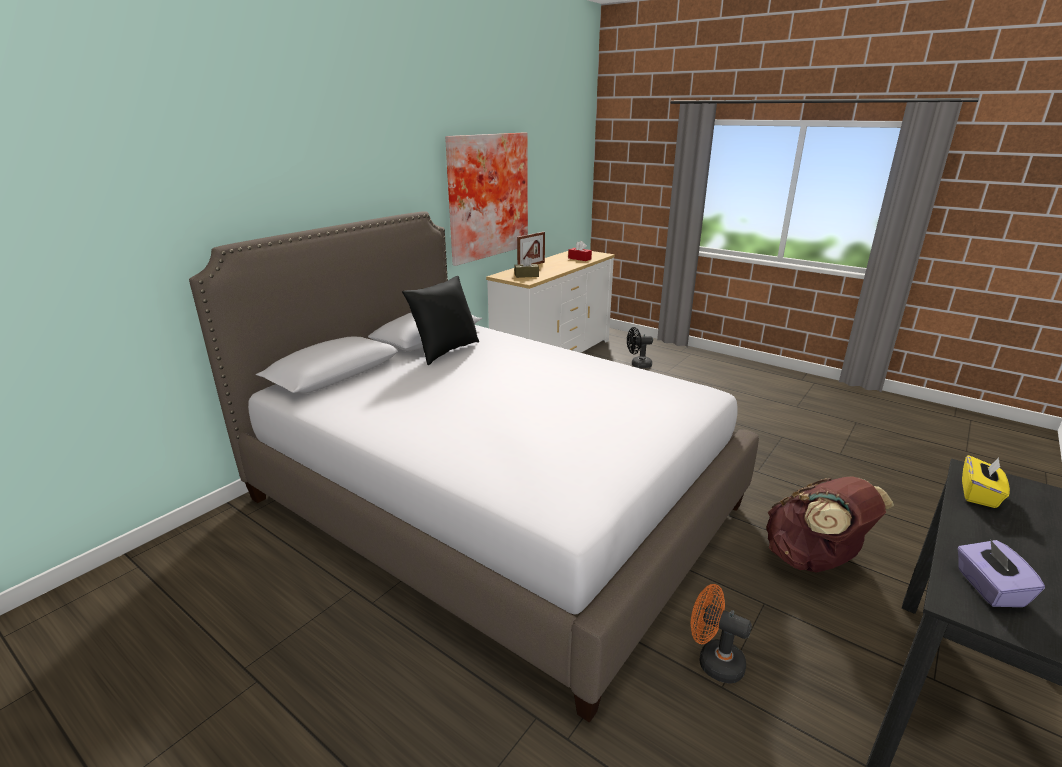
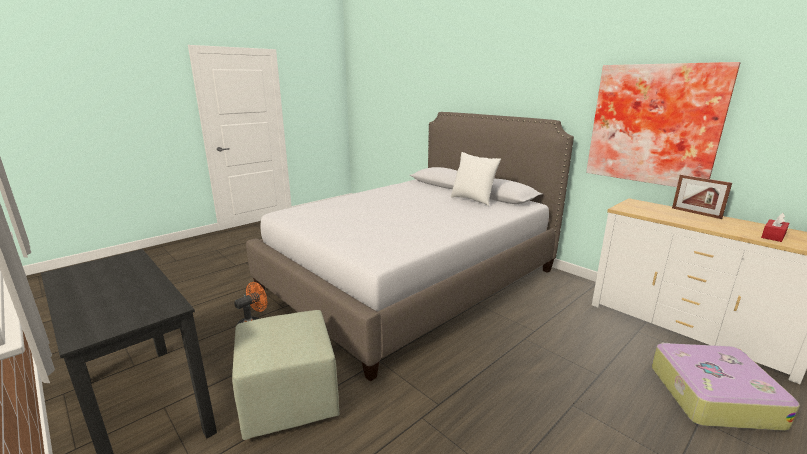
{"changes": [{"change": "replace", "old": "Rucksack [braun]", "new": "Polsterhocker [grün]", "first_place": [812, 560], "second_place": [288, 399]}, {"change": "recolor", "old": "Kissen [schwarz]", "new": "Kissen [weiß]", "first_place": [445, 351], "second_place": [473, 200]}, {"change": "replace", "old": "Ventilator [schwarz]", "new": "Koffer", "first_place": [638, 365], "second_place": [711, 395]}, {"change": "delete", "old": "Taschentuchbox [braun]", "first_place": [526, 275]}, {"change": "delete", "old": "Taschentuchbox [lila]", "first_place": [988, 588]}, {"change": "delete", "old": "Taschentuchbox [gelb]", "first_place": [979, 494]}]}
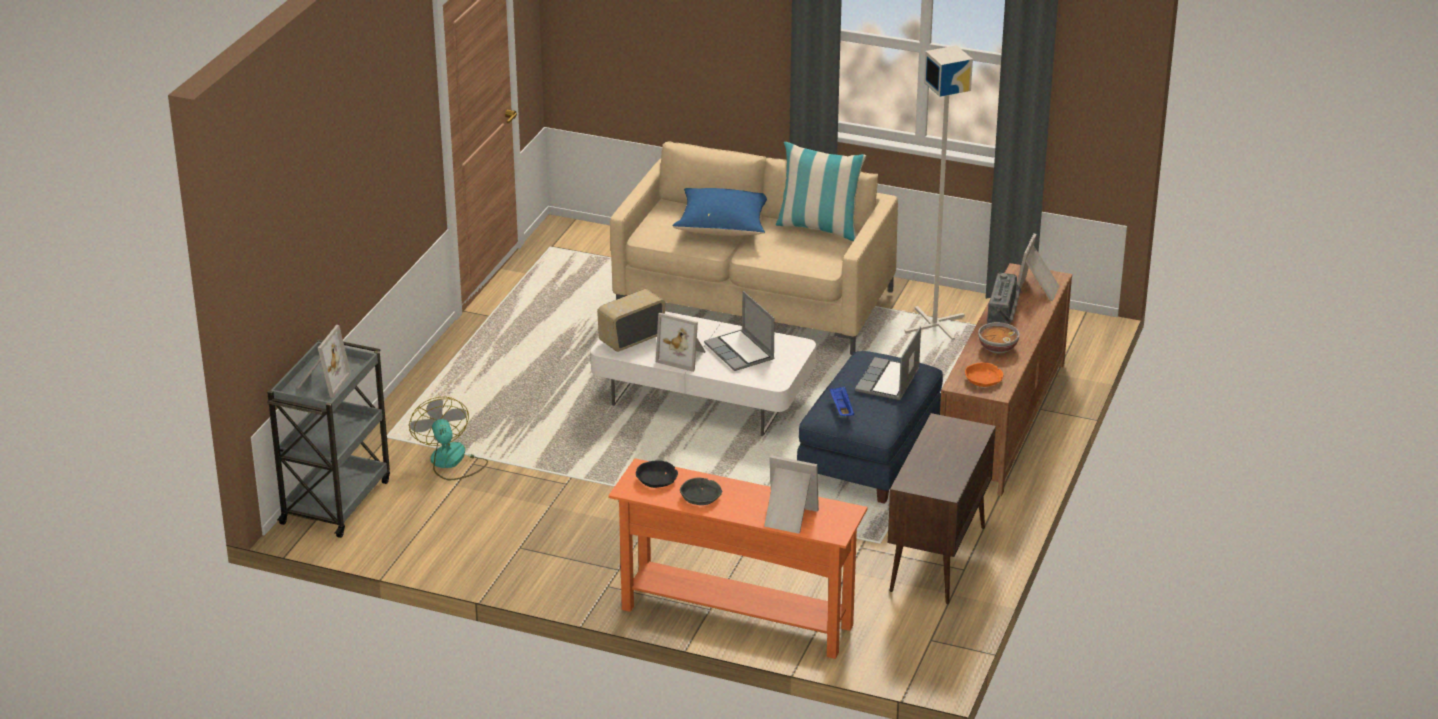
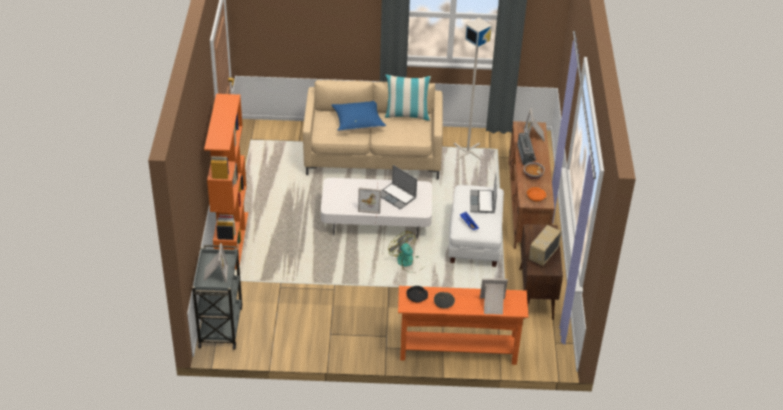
{"changes": [{"change": "insert", "new": "Bücherregal [orange]", "second_place": [231, 240]}, {"change": "move", "old": "Ventilator", "first_place": [451, 462], "second_place": [408, 262]}, {"change": "recolor", "old": "Polsterhocker [blau]", "new": "Polsterhocker [weiß]", "first_place": [869, 457], "second_place": [474, 240]}, {"change": "move", "old": "Radio", "first_place": [631, 339], "second_place": [543, 254]}]}
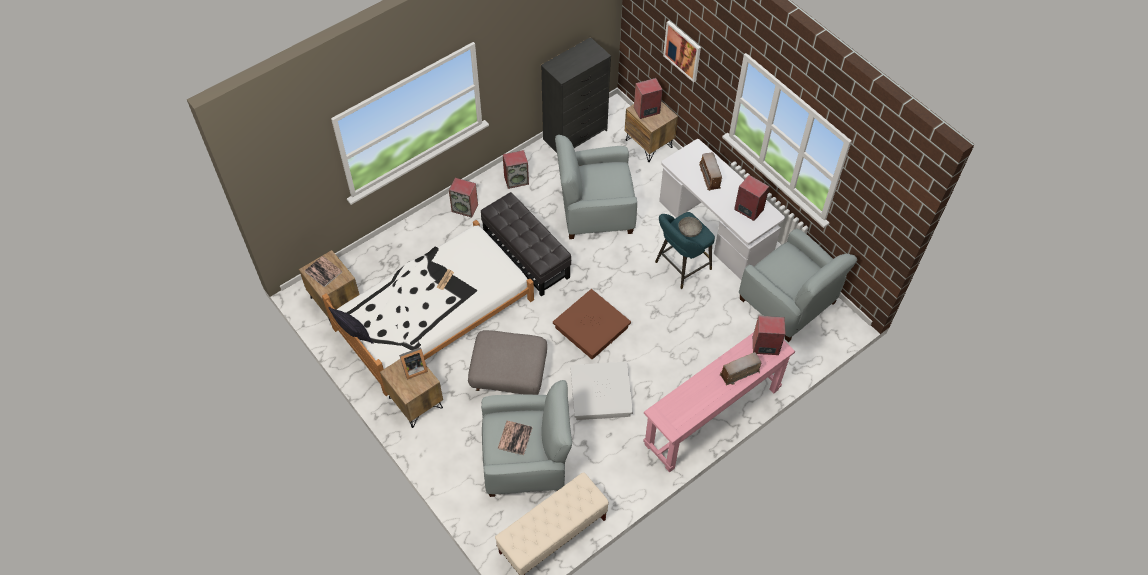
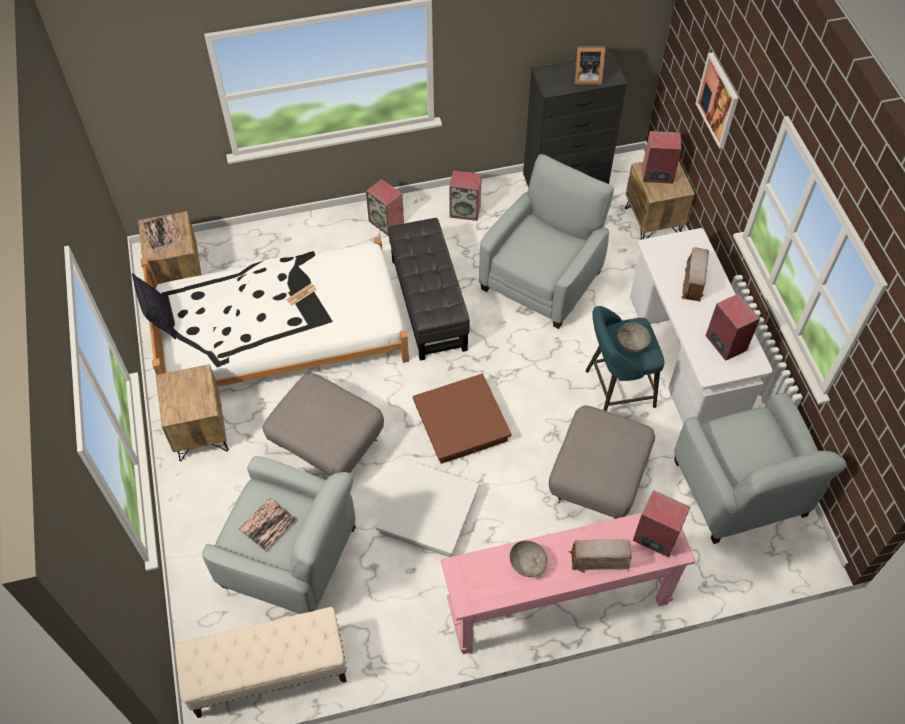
{"changes": [{"change": "rotate", "old": "Sessel [grau]", "first_place": [595, 210], "second_place": [542, 279], "degrees": 105}, {"change": "insert", "new": "Schüssel [grau]", "second_place": [527, 563]}, {"change": "insert", "new": "Polsterhocker [grau]", "second_place": [597, 478]}, {"change": "move", "old": "Bilderrahmen", "first_place": [413, 369], "second_place": [586, 77]}]}
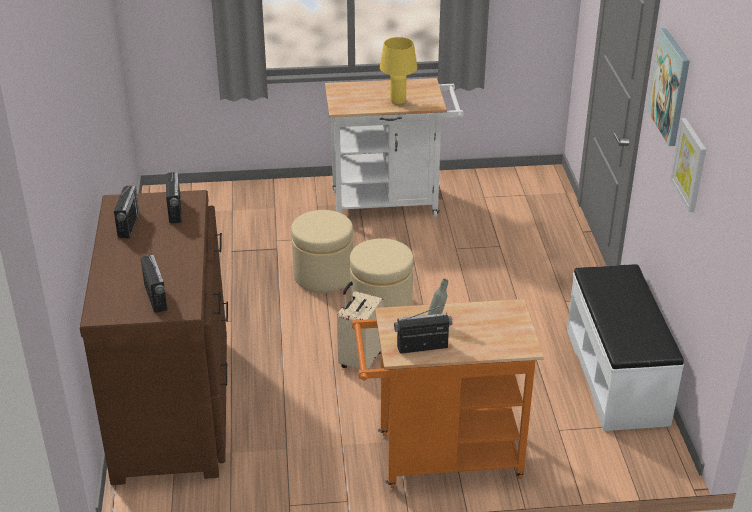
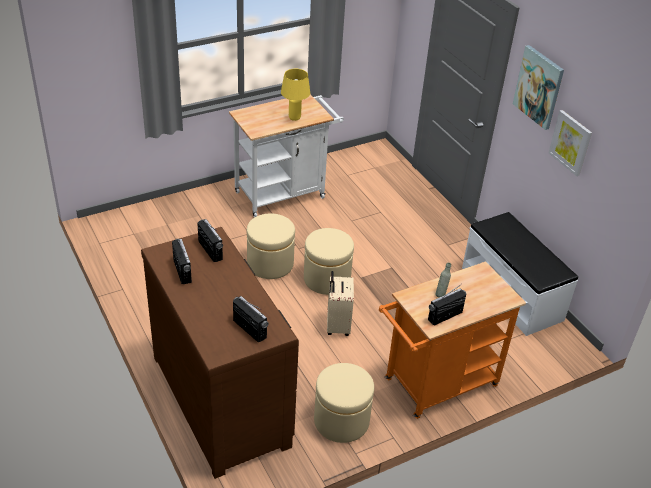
{"changes": [{"change": "insert", "new": "Polsterhocker [beige]", "second_place": [341, 421]}]}
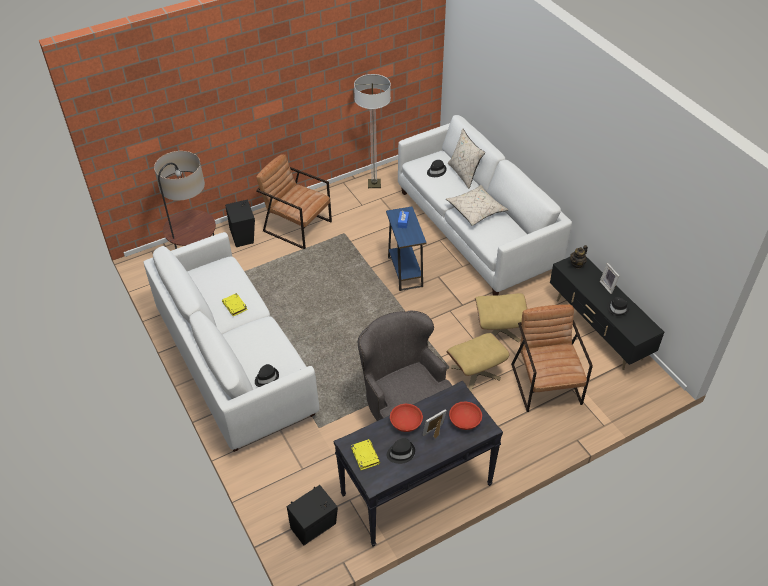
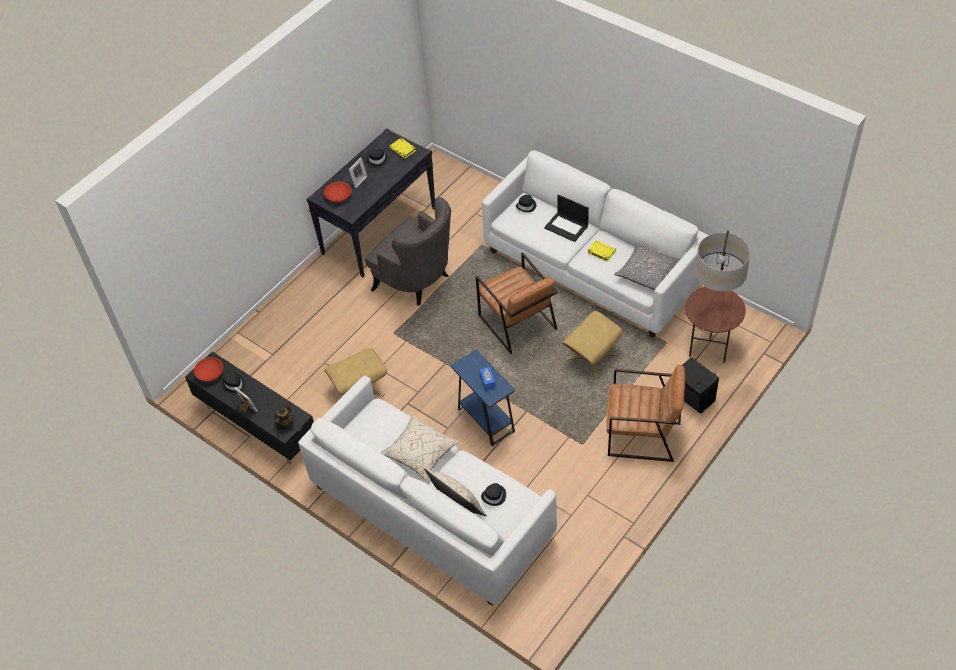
{"changes": [{"change": "move", "old": "Schüssel [rot]", "first_place": [406, 422], "second_place": [210, 373]}, {"change": "move", "old": "Sessel [braun]", "first_place": [546, 383], "second_place": [517, 323]}, {"change": "insert", "new": "Laptop", "second_place": [567, 227]}, {"change": "move", "old": "Polsterhocker [beige]", "first_place": [475, 373], "second_place": [591, 356]}, {"change": "insert", "new": "Kissen [grau]", "second_place": [648, 273]}, {"change": "delete", "old": "Lautsprecher [schwarz]", "first_place": [315, 527]}, {"change": "delete", "old": "Stehlampe", "first_place": [374, 184]}]}
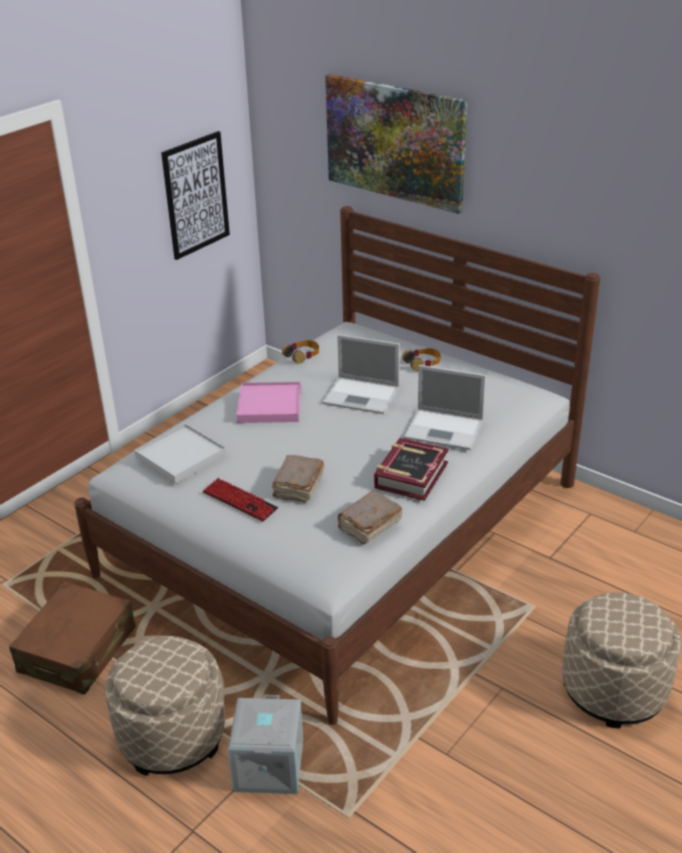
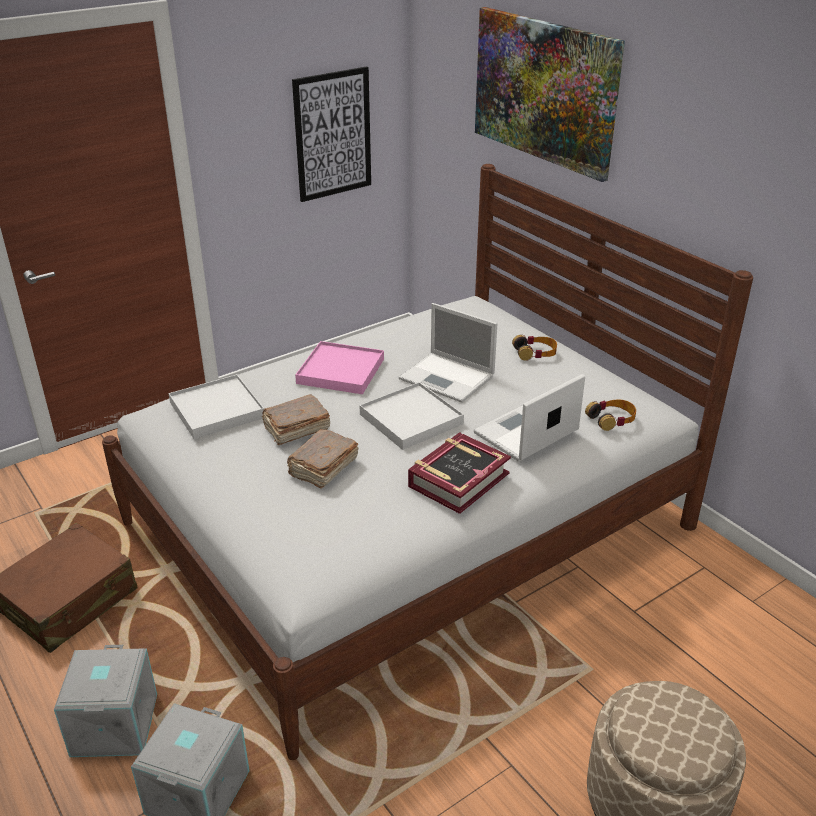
{"changes": [{"change": "replace", "old": "Polsterhocker [beige]", "new": "Aufbewahrungsbox [grau]", "first_place": [172, 735], "second_place": [113, 724]}, {"change": "move", "old": "Buch [braun]", "first_place": [369, 526], "second_place": [296, 429]}, {"change": "insert", "new": "Tablett [weiß]", "second_place": [411, 419]}, {"change": "rotate", "old": "Laptop", "first_place": [445, 430], "second_place": [525, 433], "degrees": 105}, {"change": "move", "old": "Kopfhörer", "first_place": [302, 355], "second_place": [611, 419]}, {"change": "delete", "old": "Tastatur", "first_place": [240, 501]}]}
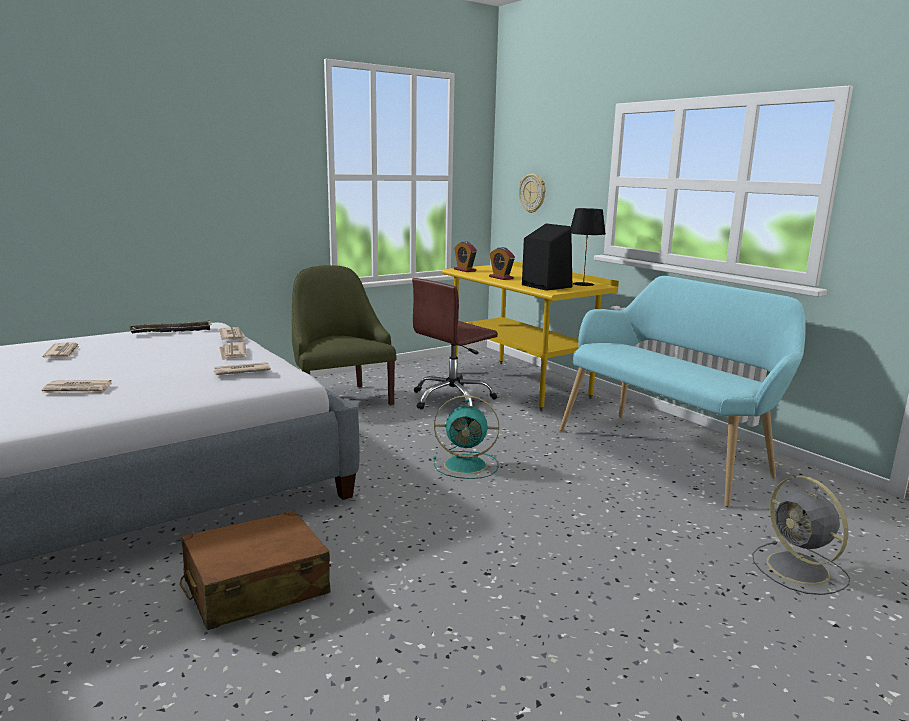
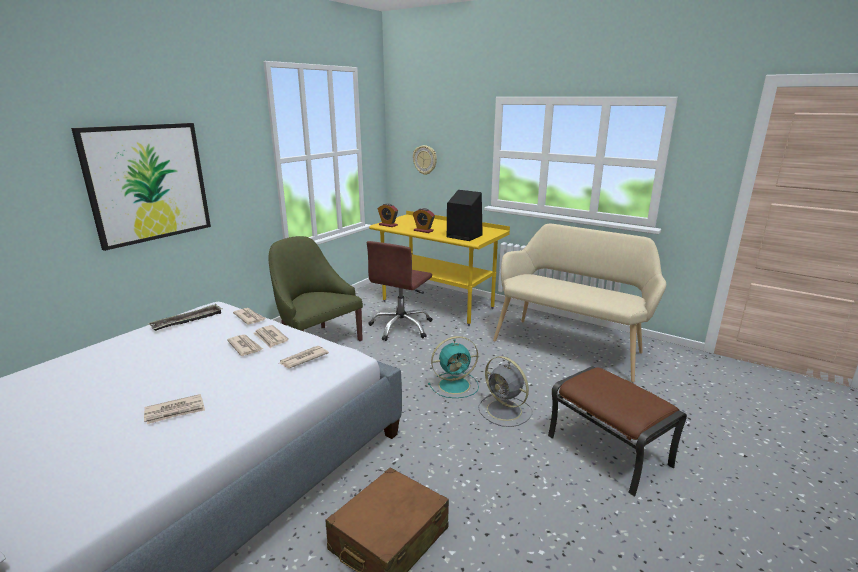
{"changes": [{"change": "insert", "new": "Bild", "second_place": [148, 183]}, {"change": "move", "old": "Zeitung", "first_place": [63, 353], "second_place": [245, 346]}, {"change": "move", "old": "Ventilator [grau]", "first_place": [800, 570], "second_place": [505, 411]}, {"change": "recolor", "old": "Bank [türkis]", "new": "Bank [beige]", "first_place": [669, 452], "second_place": [571, 345]}, {"change": "insert", "new": "Polsterhocker [braun]", "second_place": [609, 451]}, {"change": "delete", "old": "Tischlampe [schwarz]", "first_place": [583, 284]}]}
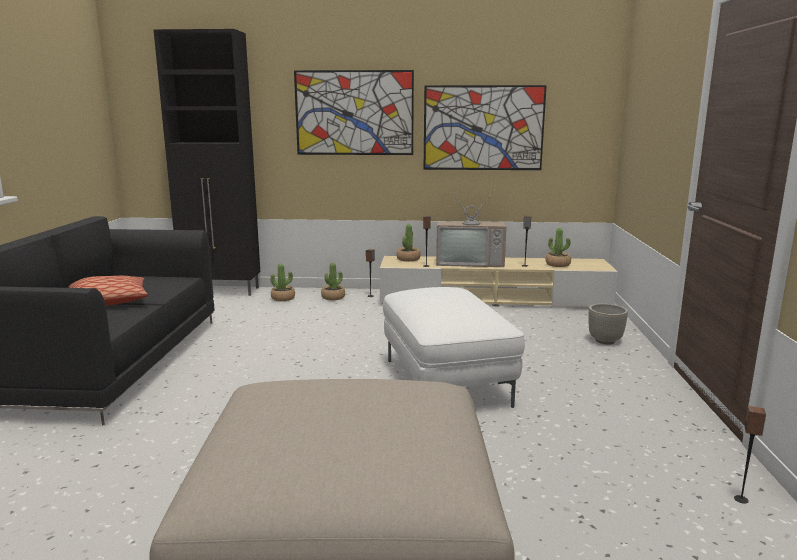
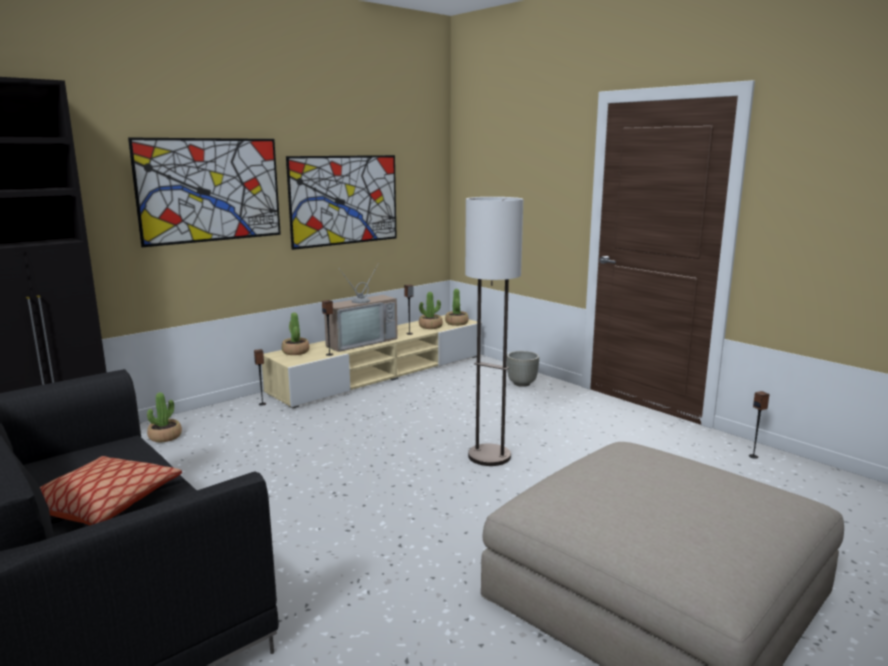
{"changes": [{"change": "move", "old": "Topfpflanze", "first_place": [333, 297], "second_place": [456, 323]}, {"change": "replace", "old": "Polsterhocker [weiß]", "new": "Stehlampe", "first_place": [447, 382], "second_place": [489, 456]}]}
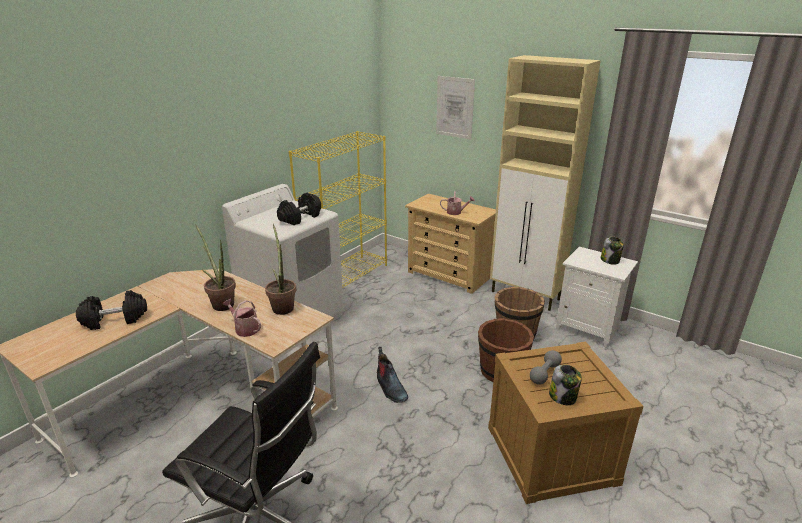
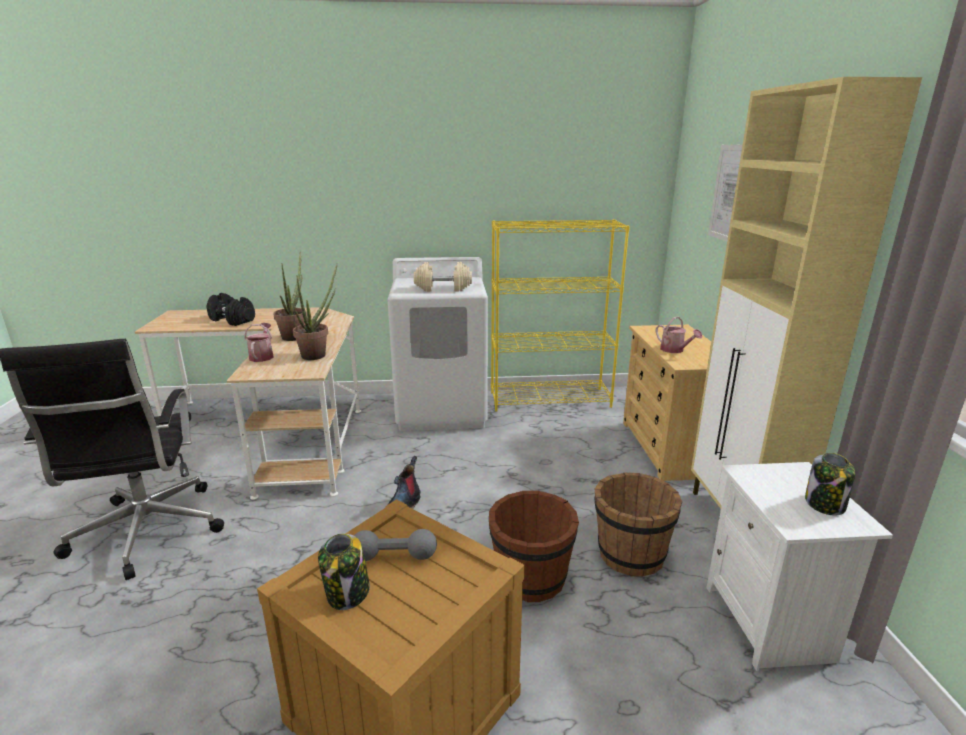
{"changes": [{"change": "recolor", "old": "Hantel [schwarz]", "new": "Hantel [beige]", "first_place": [300, 218], "second_place": [443, 288]}]}
